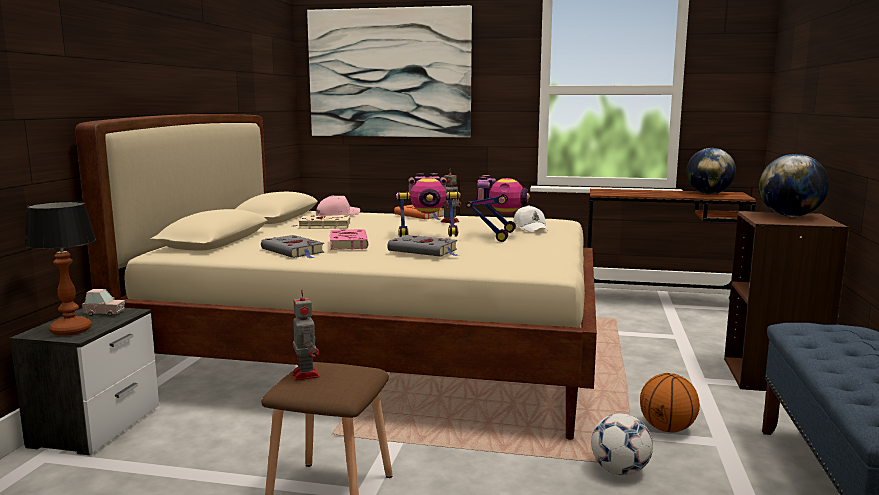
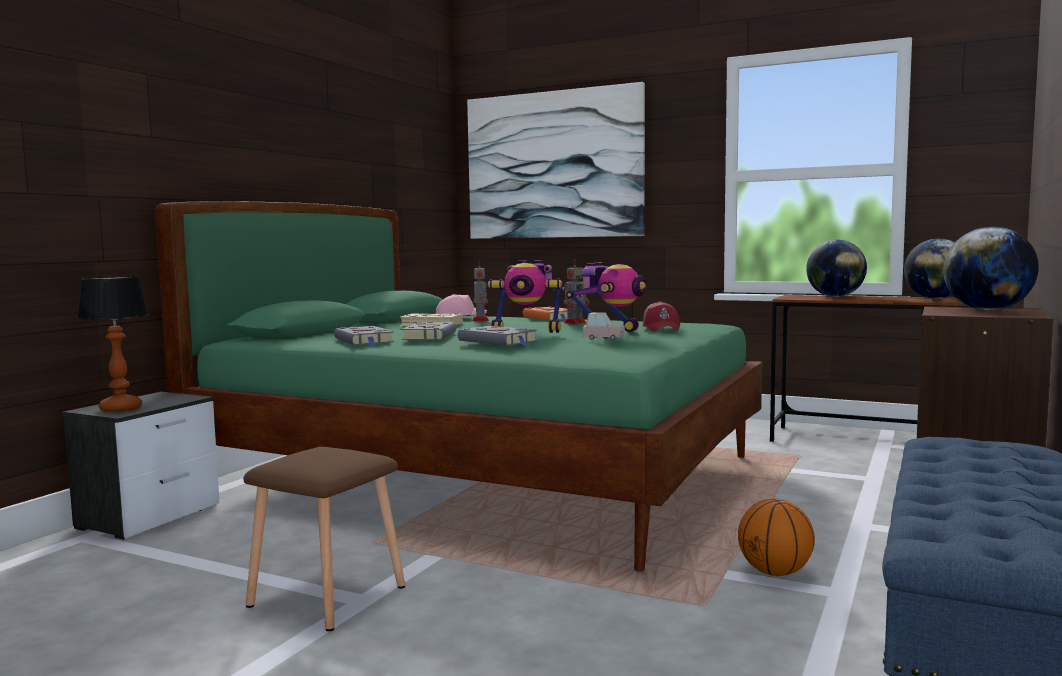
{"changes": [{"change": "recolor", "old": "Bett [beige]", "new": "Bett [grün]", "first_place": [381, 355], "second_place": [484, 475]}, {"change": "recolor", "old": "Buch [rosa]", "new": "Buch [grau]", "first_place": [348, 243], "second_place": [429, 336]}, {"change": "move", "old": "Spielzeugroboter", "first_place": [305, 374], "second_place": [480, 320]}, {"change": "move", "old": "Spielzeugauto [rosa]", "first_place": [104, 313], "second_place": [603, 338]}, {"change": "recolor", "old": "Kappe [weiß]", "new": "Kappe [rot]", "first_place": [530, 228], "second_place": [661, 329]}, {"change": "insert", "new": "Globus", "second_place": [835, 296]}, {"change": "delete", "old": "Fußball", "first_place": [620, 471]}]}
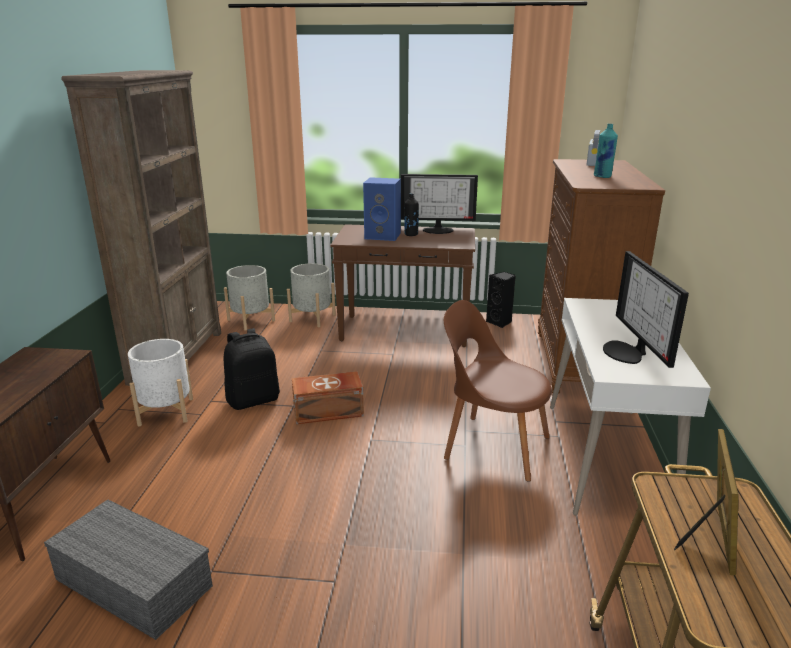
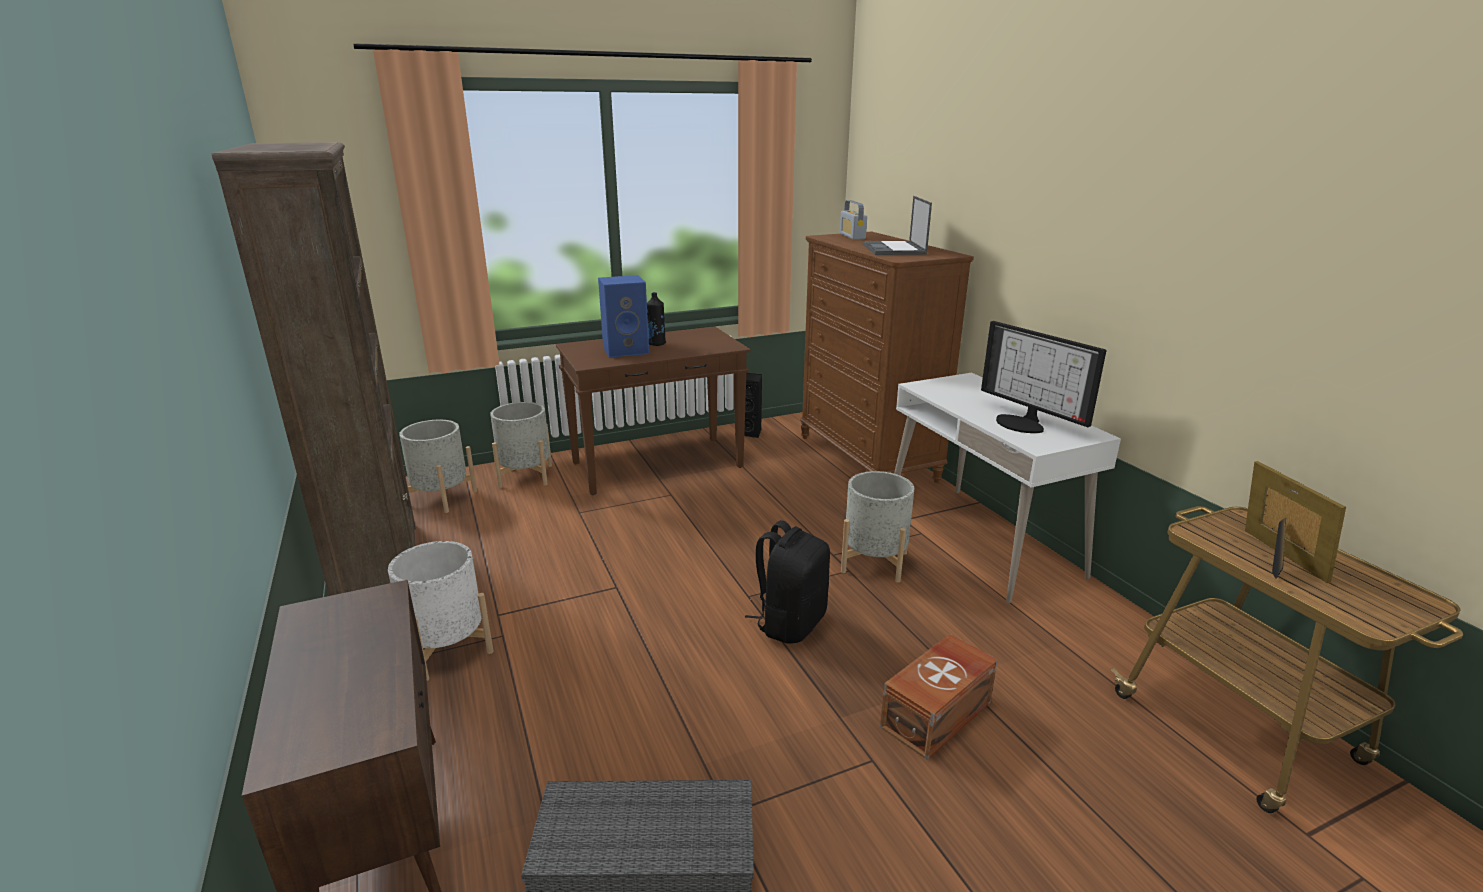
{"changes": [{"change": "move", "old": "Rucksack [schwarz]", "first_place": [253, 400], "second_place": [790, 623]}, {"change": "replace", "old": "Stuhl [braun]", "new": "Pflanzkübel [grau]", "first_place": [492, 446], "second_place": [874, 562]}, {"change": "replace", "old": "Flasche [türkis]", "new": "Laptop", "first_place": [602, 177], "second_place": [894, 249]}, {"change": "move", "old": "Aufbewahrungsbox [braun]", "first_place": [329, 411], "second_place": [938, 714]}, {"change": "delete", "old": "Monitor", "first_place": [438, 229]}]}
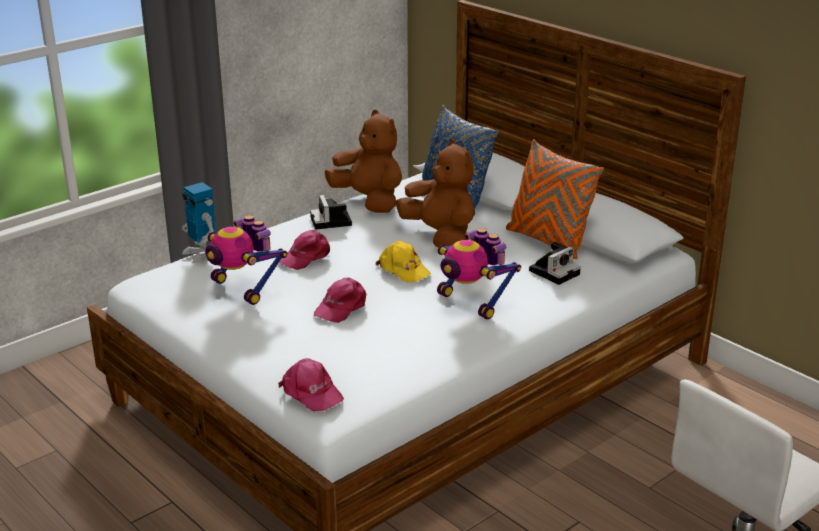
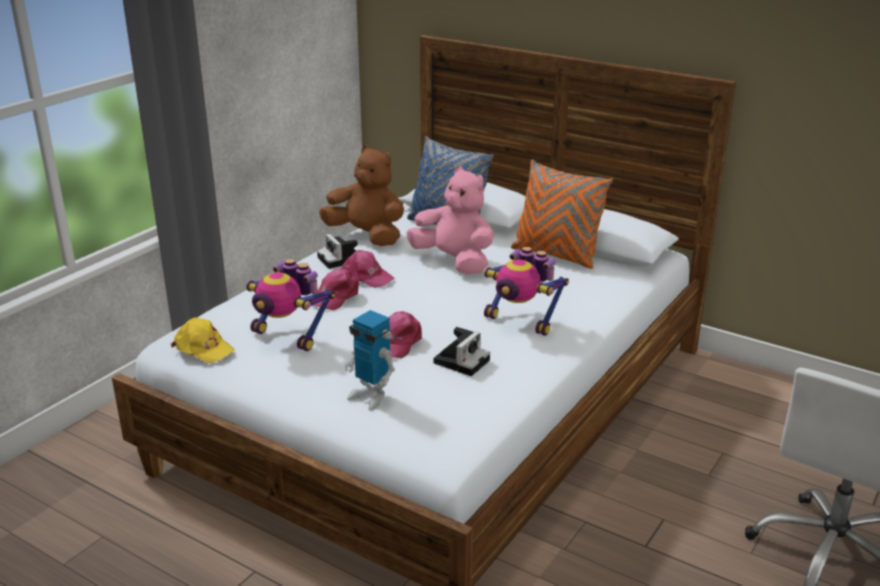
{"changes": [{"change": "move", "old": "Kappe [gelb]", "first_place": [403, 269], "second_place": [203, 348]}, {"change": "move", "old": "Kappe [rosa]", "first_place": [311, 393], "second_place": [366, 277]}, {"change": "move", "old": "Spielzeugroboter", "first_place": [201, 254], "second_place": [371, 397]}, {"change": "recolor", "old": "Plüschtier [braun]", "new": "Plüschtier [rosa]", "first_place": [440, 236], "second_place": [454, 262]}, {"change": "move", "old": "Kamera", "first_place": [555, 272], "second_place": [462, 360]}]}
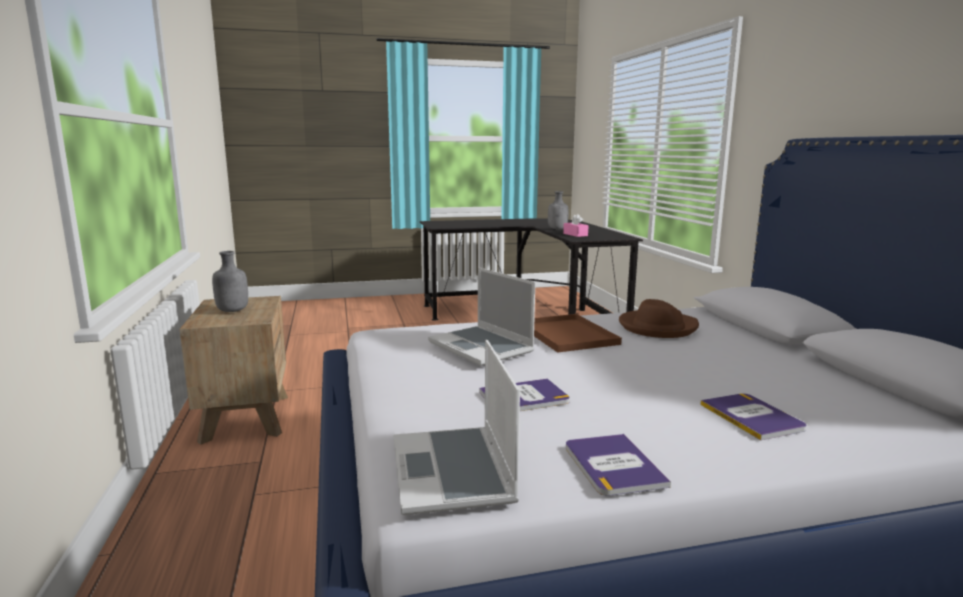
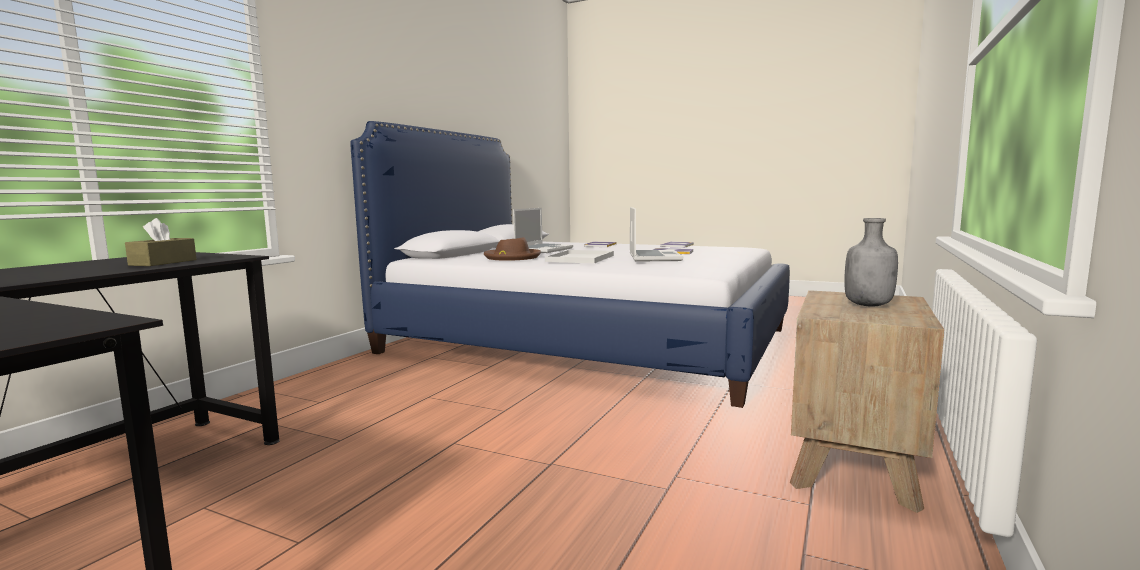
{"changes": [{"change": "recolor", "old": "Taschentuchbox [rosa]", "new": "Taschentuchbox [braun]", "first_place": [575, 234], "second_place": [163, 262]}, {"change": "move", "old": "Laptop", "first_place": [453, 472], "second_place": [543, 250]}, {"change": "recolor", "old": "Tablett [braun]", "new": "Tablett [weiß]", "first_place": [569, 335], "second_place": [580, 258]}, {"change": "delete", "old": "Flasche [grau]", "first_place": [557, 230]}]}
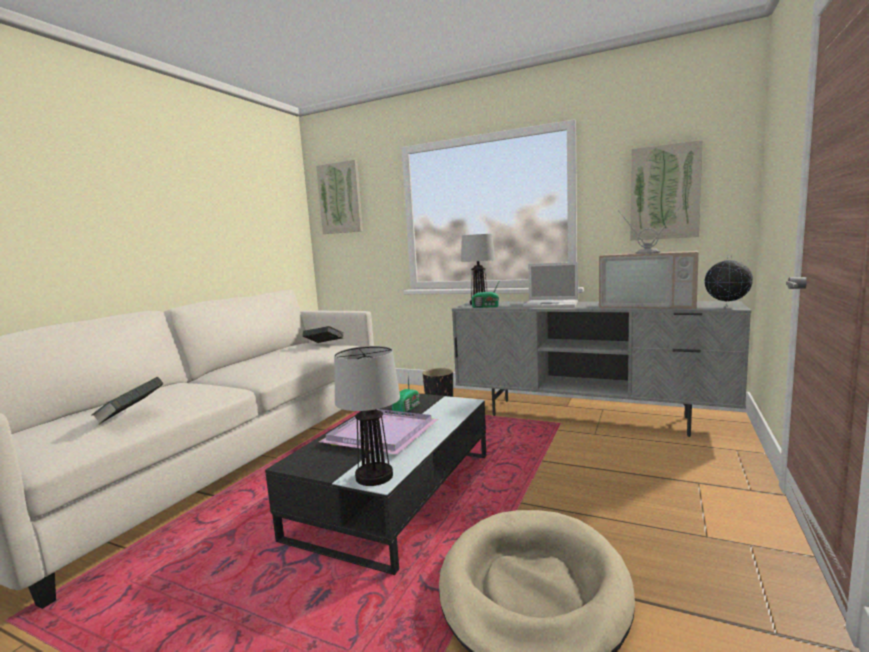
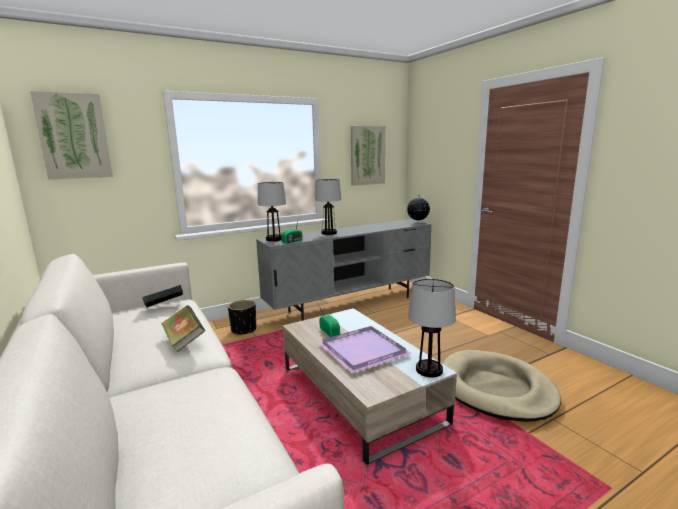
{"changes": [{"change": "move", "old": "Buch", "first_place": [131, 417], "second_place": [184, 341]}, {"change": "recolor", "old": "Couchtisch [schwarz]", "new": "Couchtisch [beige]", "first_place": [396, 493], "second_place": [359, 393]}, {"change": "replace", "old": "Laptop", "new": "Tischlampe", "first_place": [552, 304], "second_place": [329, 233]}, {"change": "delete", "old": "Fernseher", "first_place": [648, 305]}]}
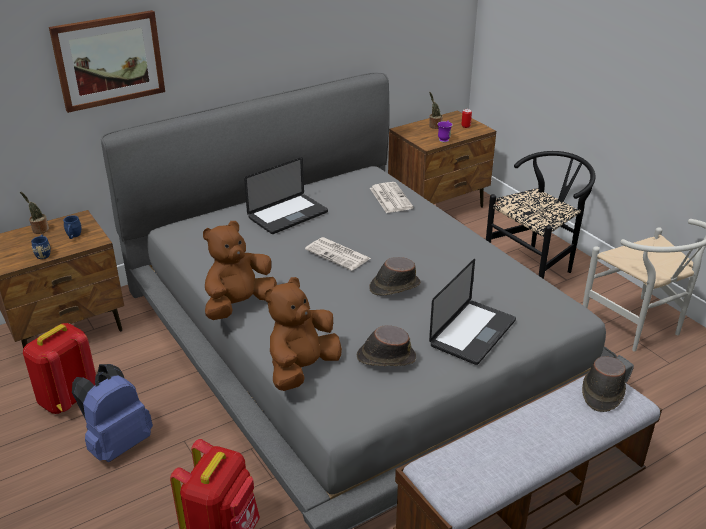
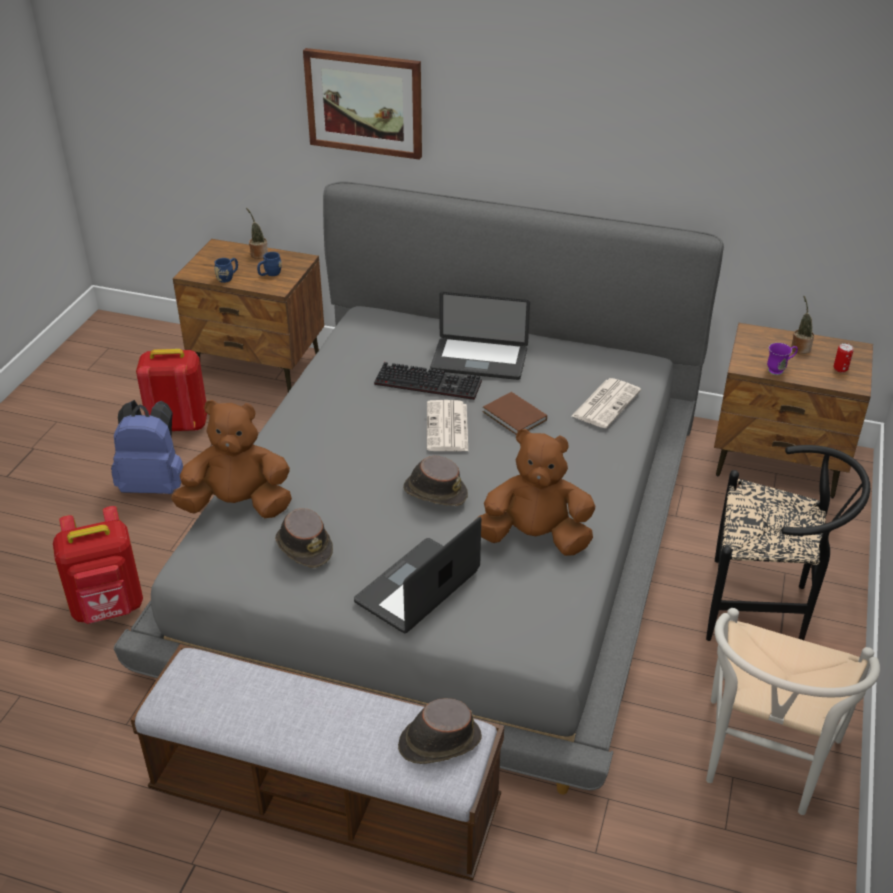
{"changes": [{"change": "rotate", "old": "Laptop", "first_place": [472, 333], "second_place": [417, 587], "degrees": 135}, {"change": "insert", "new": "Tastatur", "second_place": [430, 382]}, {"change": "move", "old": "Plüschtier [braun]", "first_place": [239, 305], "second_place": [535, 538]}, {"change": "insert", "new": "Buch [braun]", "second_place": [515, 417]}]}
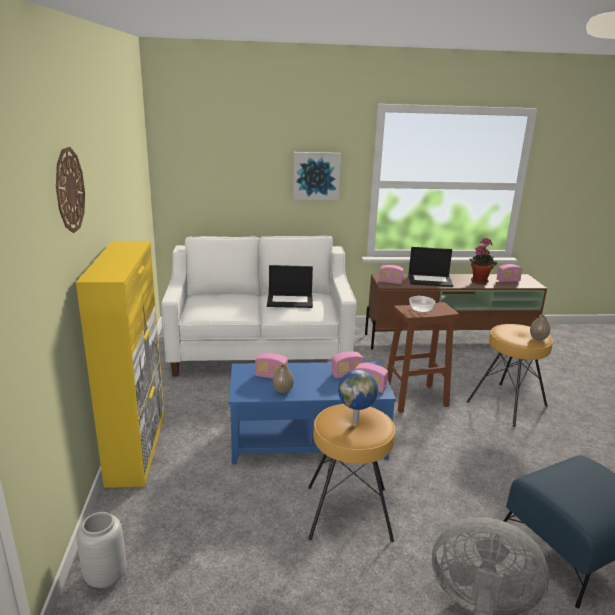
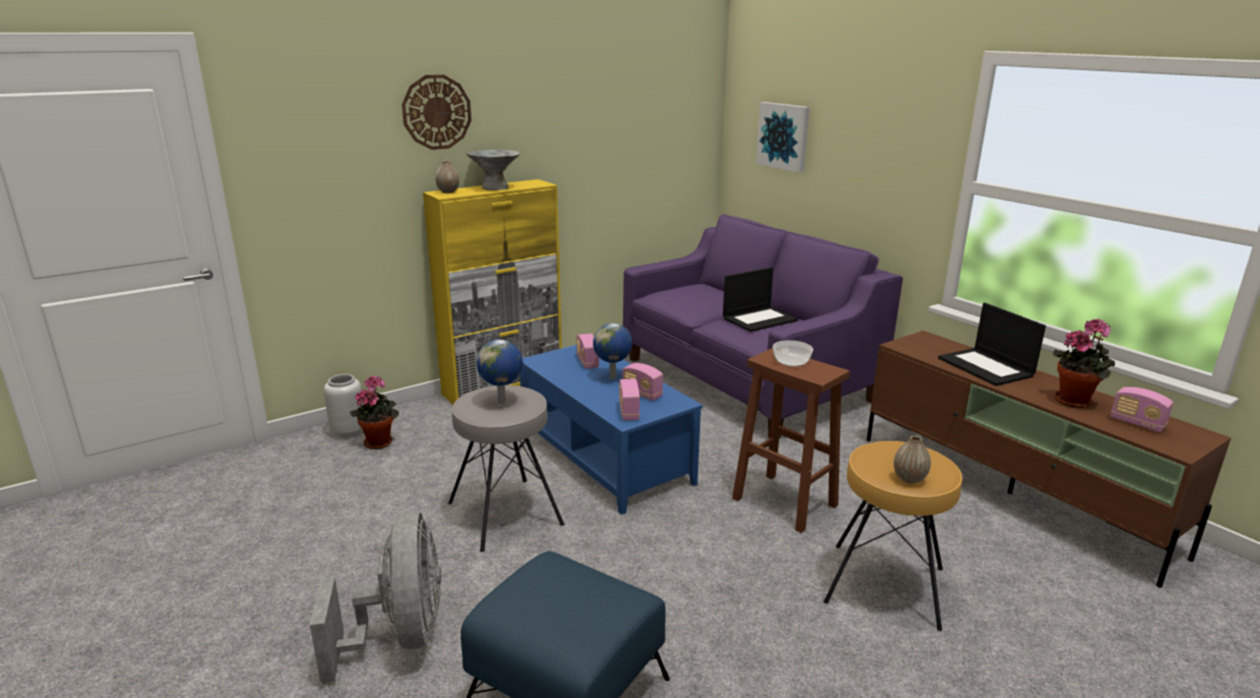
{"changes": [{"change": "insert", "new": "Topfpflanze", "second_place": [379, 441]}, {"change": "move", "old": "Vase", "first_place": [283, 390], "second_place": [448, 192]}, {"change": "recolor", "old": "Hocker [braun]", "new": "Hocker [grau]", "first_place": [348, 511], "second_place": [506, 513]}, {"change": "insert", "new": "Schüssel [grau]", "second_place": [495, 187]}, {"change": "insert", "new": "Globus", "second_place": [613, 377]}, {"change": "recolor", "old": "Sofa [weiß]", "new": "Sofa [lila]", "first_place": [260, 350], "second_place": [745, 379]}, {"change": "rotate", "old": "Laptop", "first_place": [290, 301], "second_place": [760, 319], "degrees": -90}, {"change": "move", "old": "Bild", "first_place": [316, 176], "second_place": [783, 136]}, {"change": "delete", "old": "Radio", "first_place": [390, 282]}]}
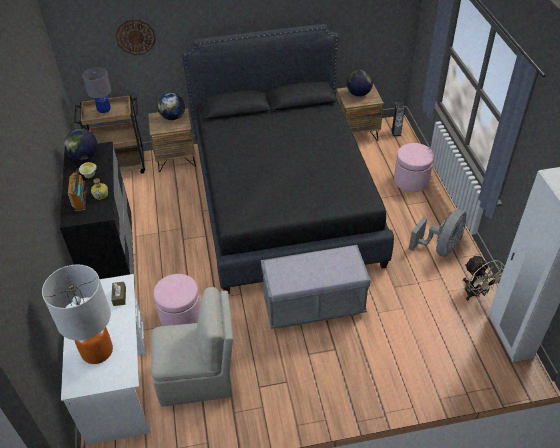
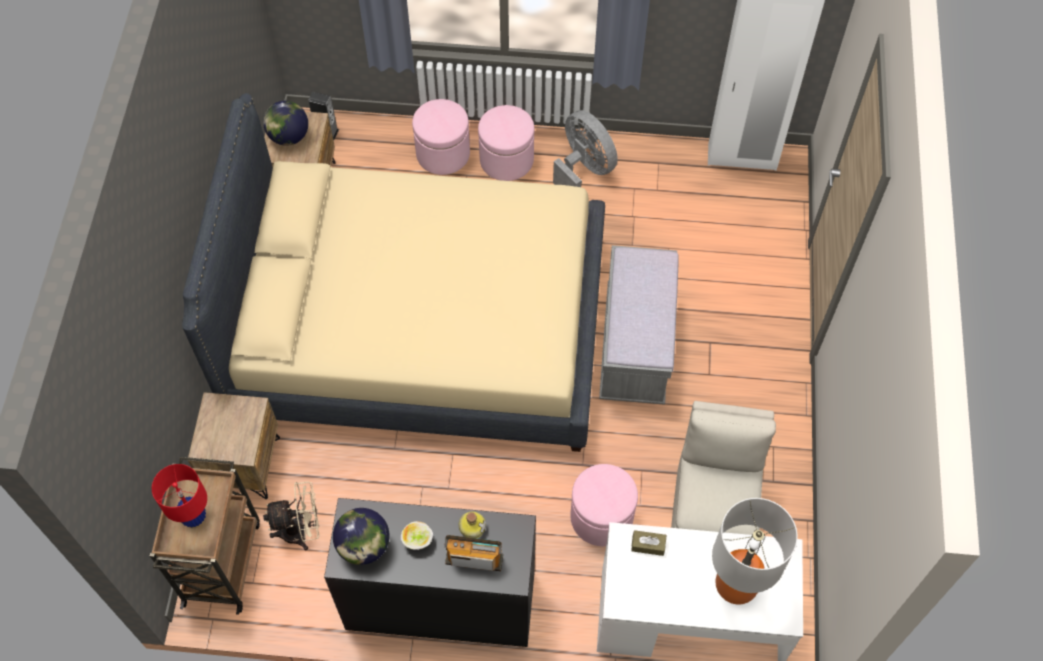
{"changes": [{"change": "recolor", "old": "Tischlampe [grau]", "new": "Tischlampe [rot]", "first_place": [104, 111], "second_place": [194, 518]}, {"change": "recolor", "old": "Bett [schwarz]", "new": "Bett [beige]", "first_place": [284, 201], "second_place": [419, 328]}, {"change": "move", "old": "Ventilator [beige]", "first_place": [476, 293], "second_place": [301, 531]}, {"change": "insert", "new": "Polsterhocker [rosa]", "second_place": [506, 160]}, {"change": "delete", "old": "Wanduhr", "first_place": [135, 37]}, {"change": "delete", "old": "Globus", "first_place": [173, 117]}]}
